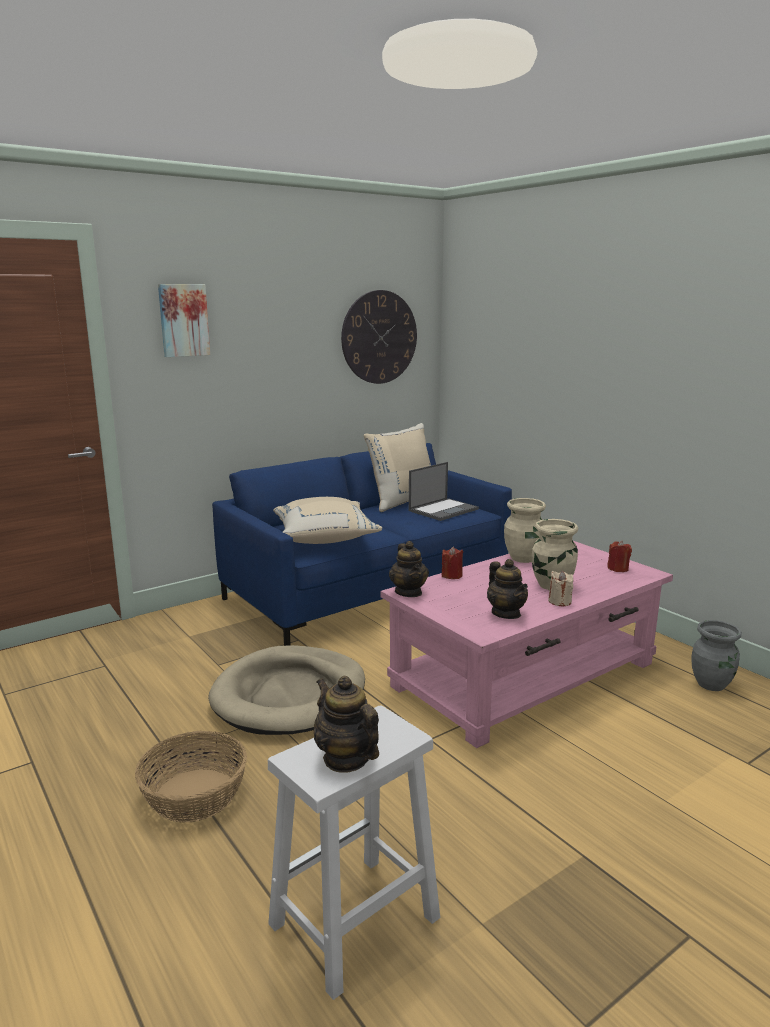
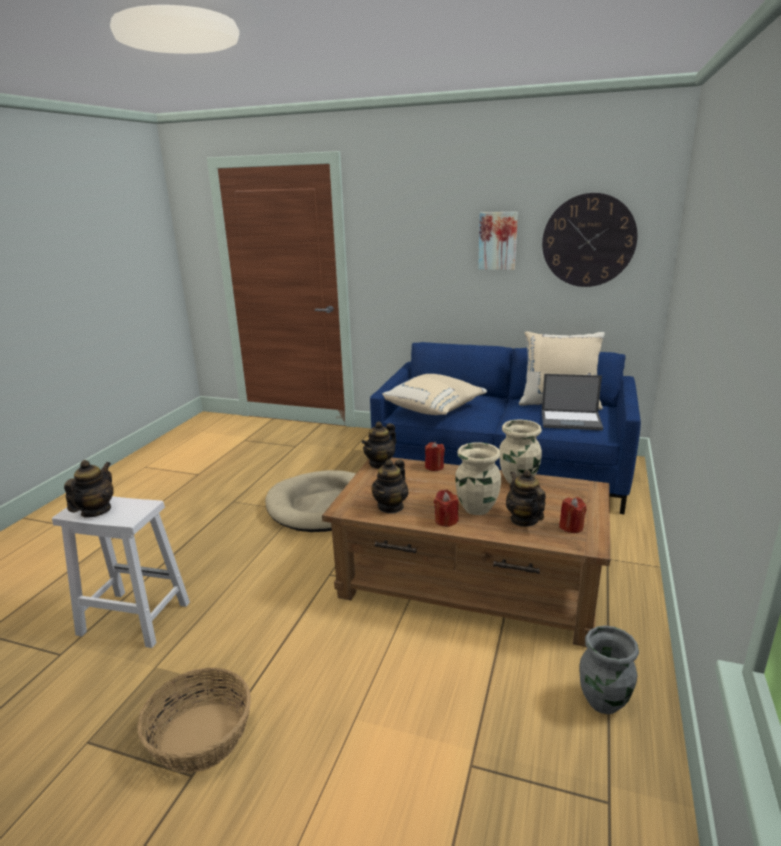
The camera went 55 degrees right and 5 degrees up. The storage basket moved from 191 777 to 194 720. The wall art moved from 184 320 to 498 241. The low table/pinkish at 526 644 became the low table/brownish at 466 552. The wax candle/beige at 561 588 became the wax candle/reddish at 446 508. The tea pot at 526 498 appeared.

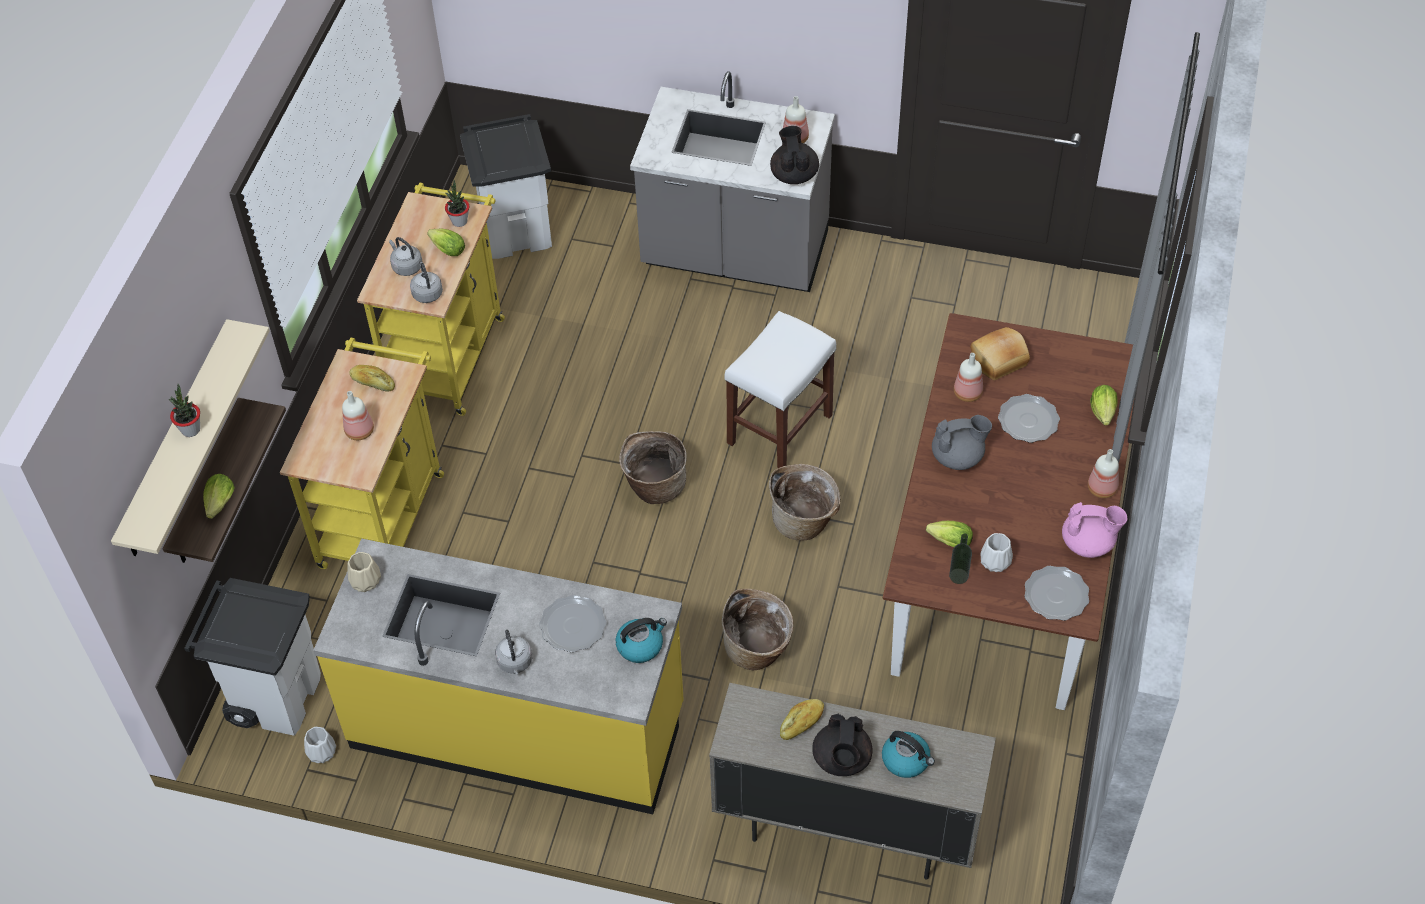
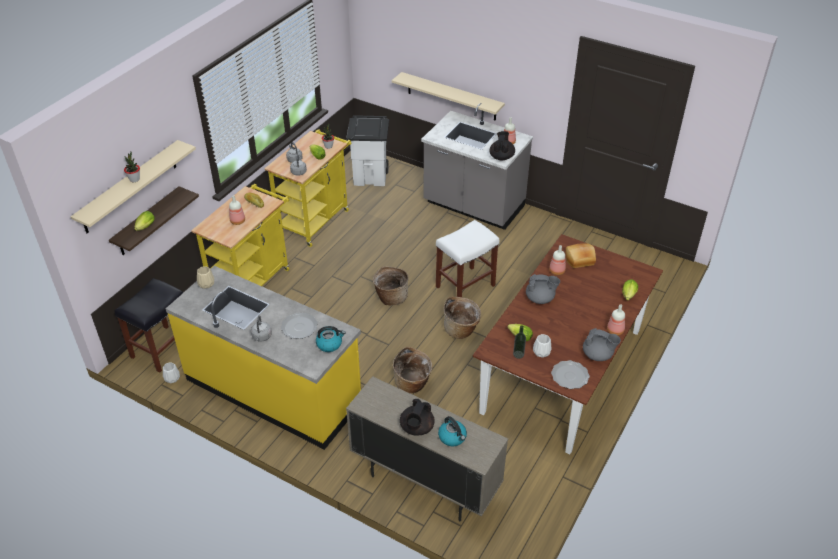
The camera went 15 degrees right and 10 degrees down. The trash can/white-coloured at 252 657 was replaced by the stool seat/blackish at 149 325. The bread at 802 719 disappeared. The flat dish at 1029 418 disappeared. The tea pot/pinkish at 1094 530 became the tea pot/grey at 602 344. The wall shelf/beige at 448 96 appeared.

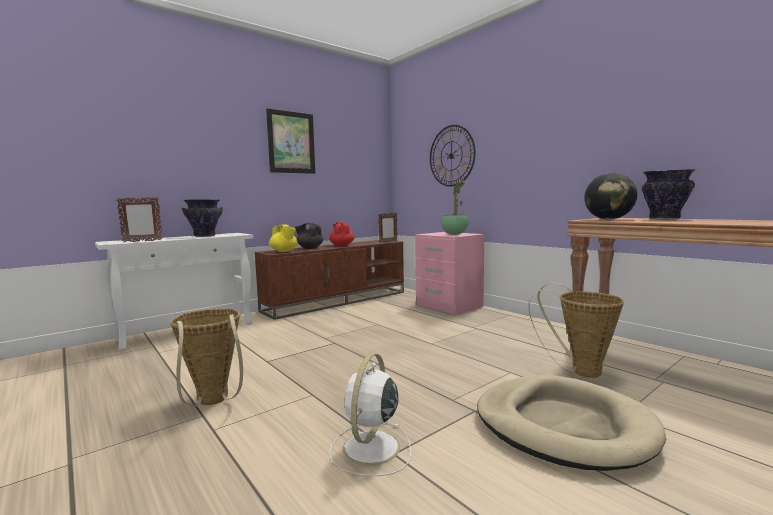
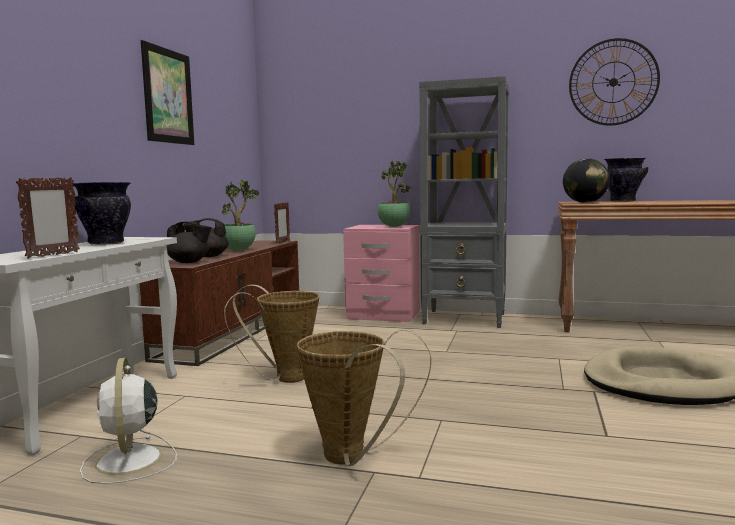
The camera went 35 degrees left and 0 degrees up. The tea pot/yellow-coloured at 283 238 became the tea pot/blackish at 189 242. The tea pot/reddish at 342 233 was replaced by the potted plant at 240 215. The electric fan/white-coloured moved from 370 414 to 128 421. The clock on the wall moved from 452 156 to 614 82. The storage basket moved from 576 330 to 272 334. The shelving unit/grey at 464 202 appeared.

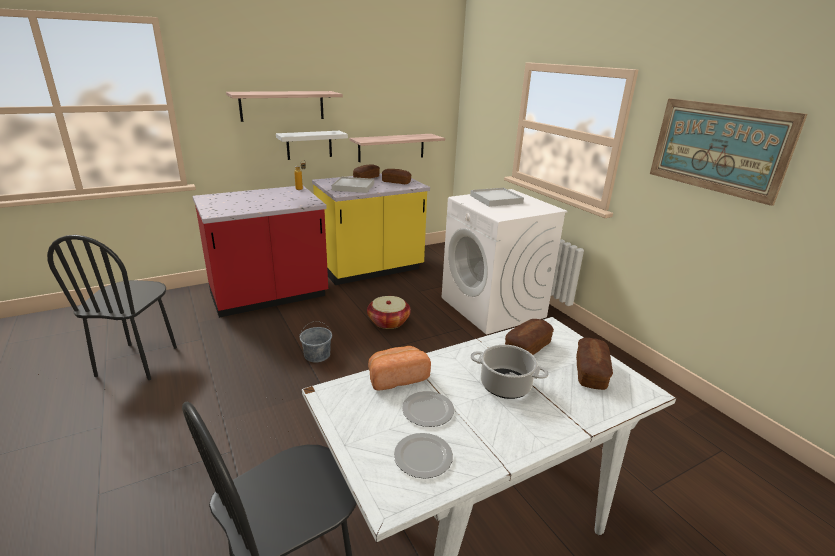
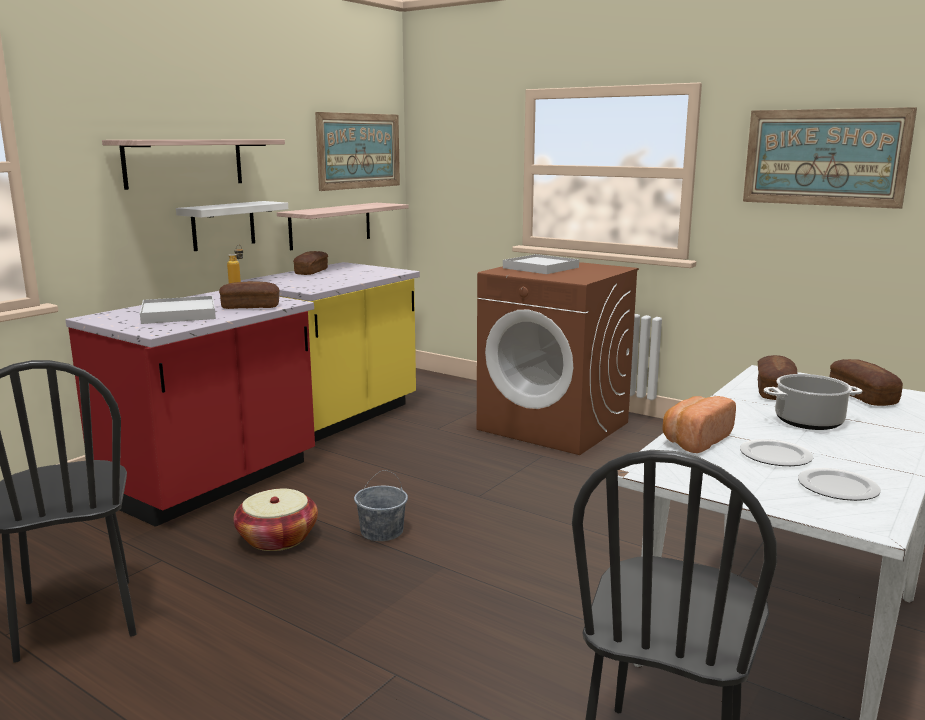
The camera went 25 degrees left and 10 degrees down. The serving tray/white-coloured moved from 353 185 to 178 310. The storage basket moved from 389 312 to 275 519. The bread moved from 396 176 to 249 295. The laundry appliance/white-coloured at 505 262 became the laundry appliance/brownish at 558 358. The wall art at 357 151 appeared.

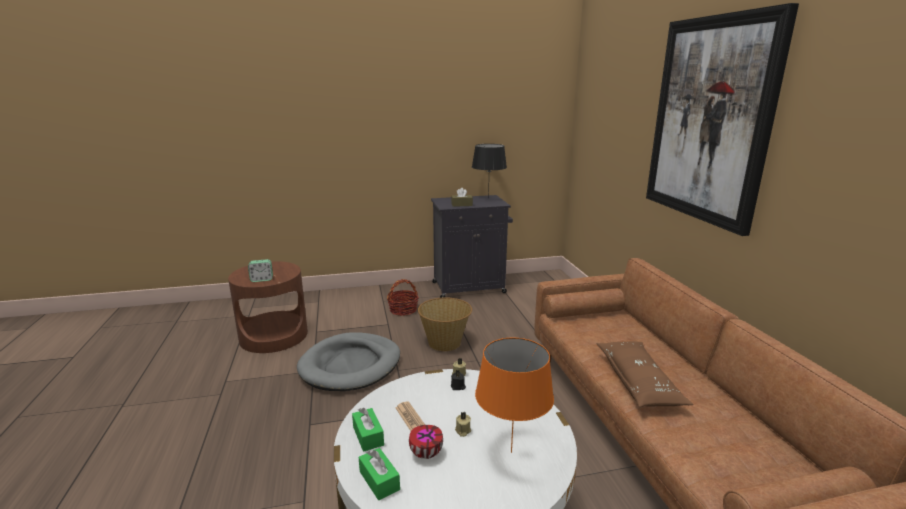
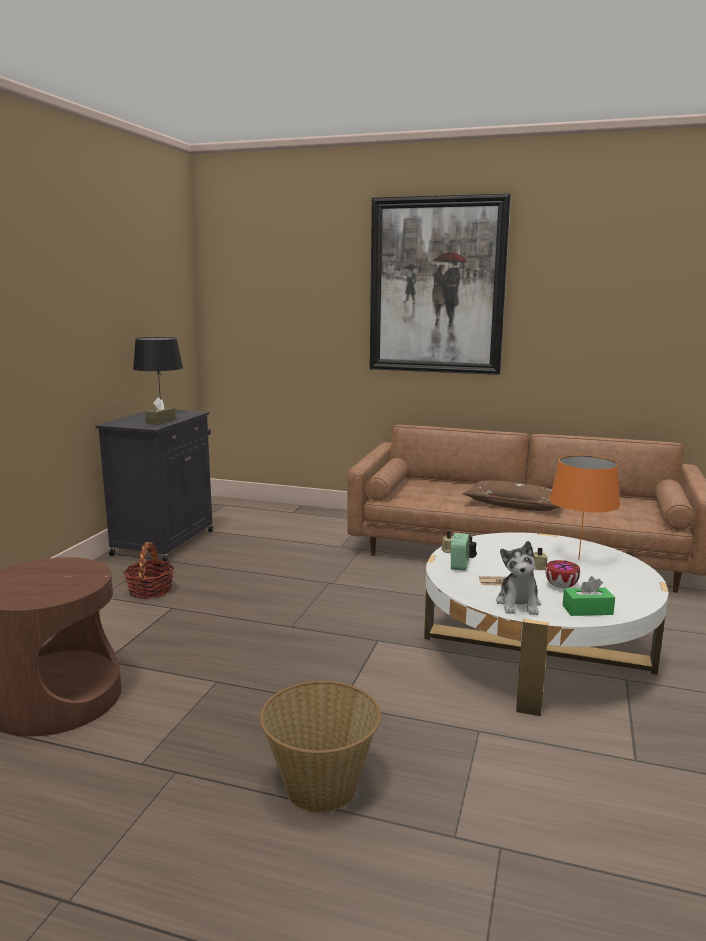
The camera went 60 degrees left and 5 degrees down. The bedside clock moved from 260 270 to 460 552. The dog cushion/grey at 348 361 disappeared. The tissue box/green at 368 430 was replaced by the plush toy at 518 578. The storage basket moved from 445 324 to 320 747.

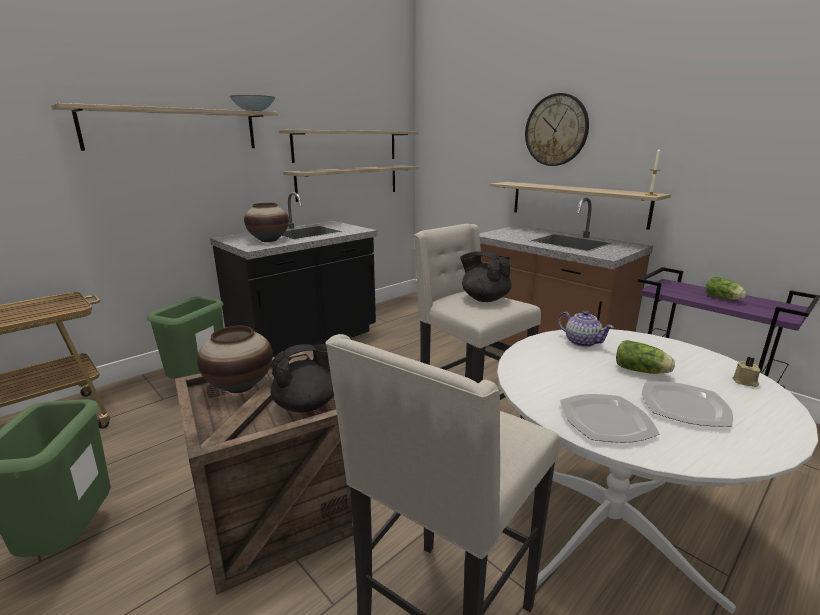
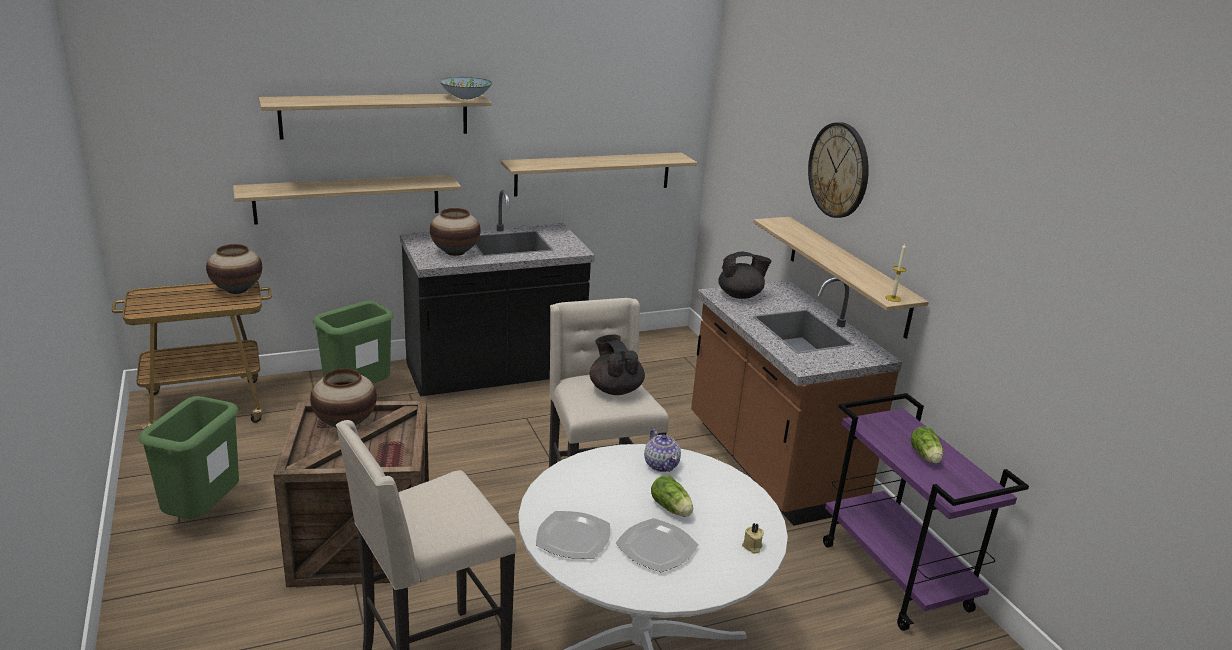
The camera went 20 degrees right and 5 degrees up. The tea pot/blackish moved from 302 378 to 745 275. The wall shelf moved from 349 146 to 347 200. The flower vase at 234 269 appeared.

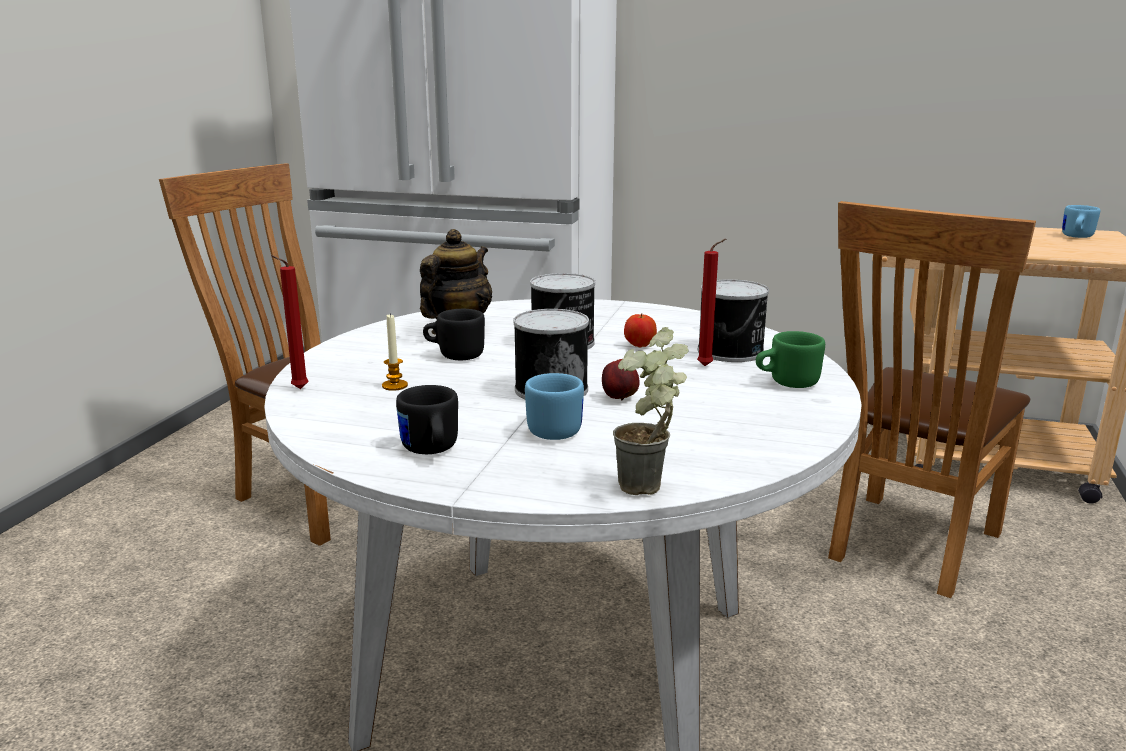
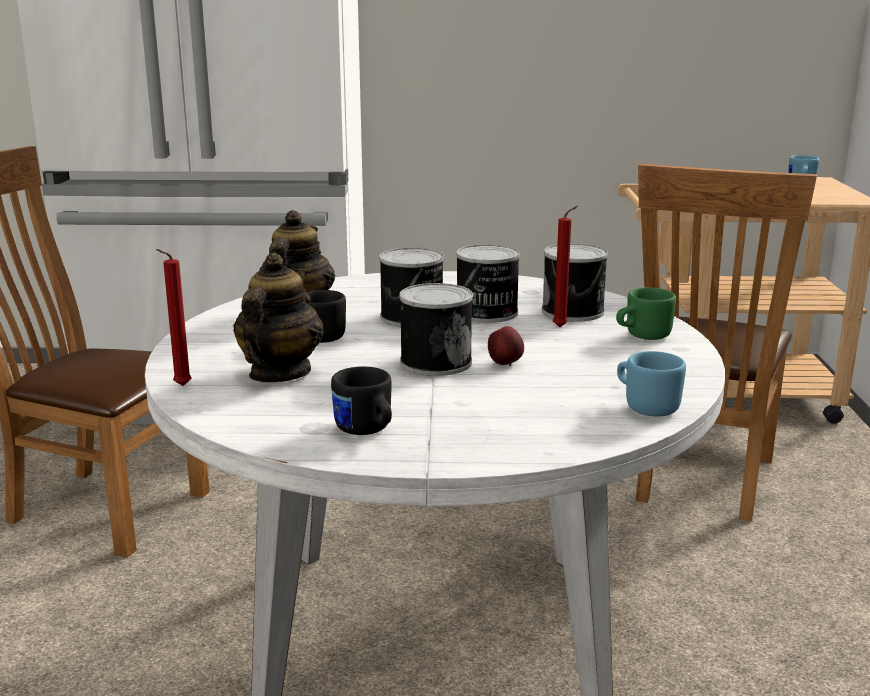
The camera went 15 degrees left and 0 degrees up. The wax candle at 395 352 was replaced by the tea pot at 278 317. The tea mug/blue moved from 554 406 to 651 384. The potted plant at 650 411 disappeared. The apple fruit at 640 330 was replaced by the metal can at 488 283.

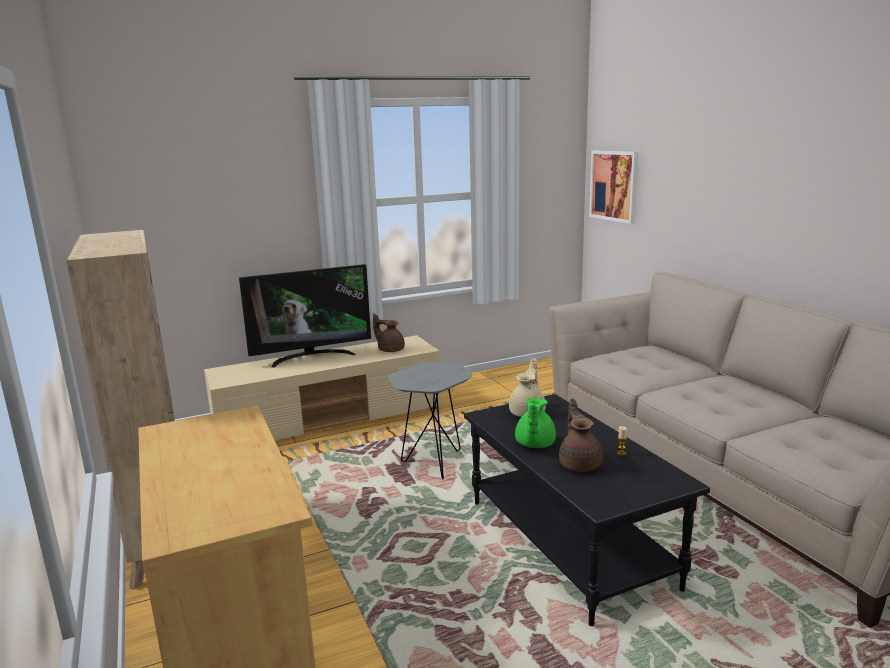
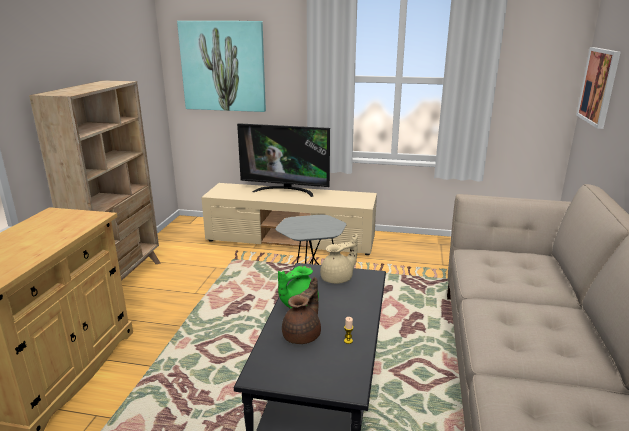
The camera went 35 degrees right and 5 degrees up. The tea pot/brownish at 389 332 disappeared. The wall art at 221 66 appeared.

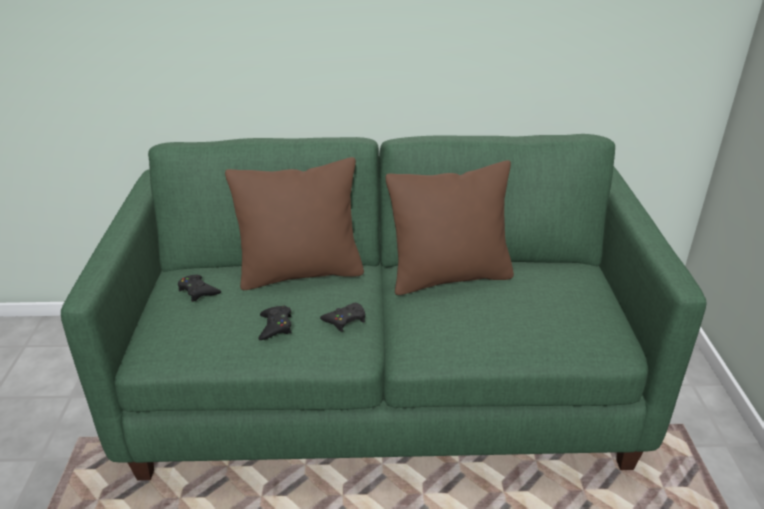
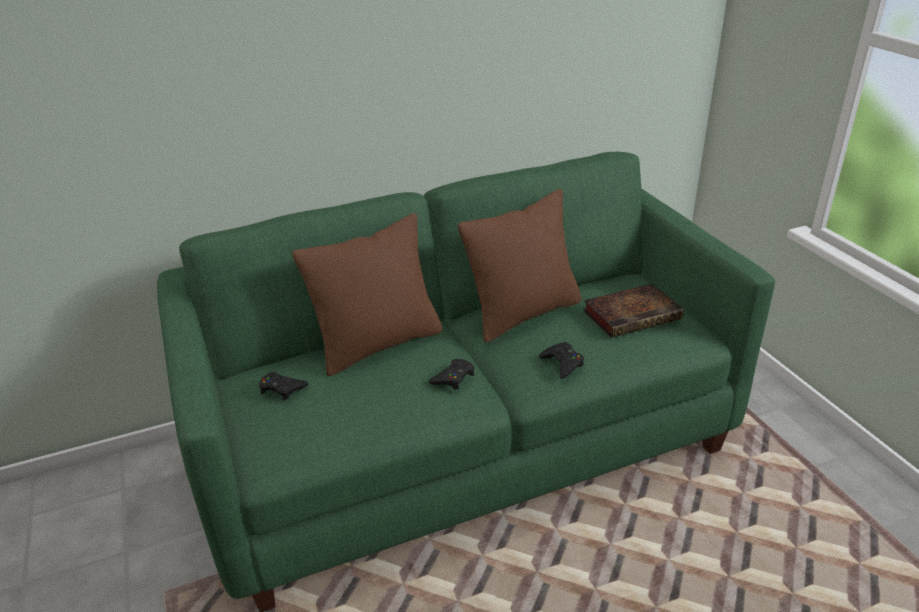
The camera went 20 degrees left and 0 degrees up. The game controller/blackish moved from 274 323 to 561 360. The bound book at 633 311 appeared.

